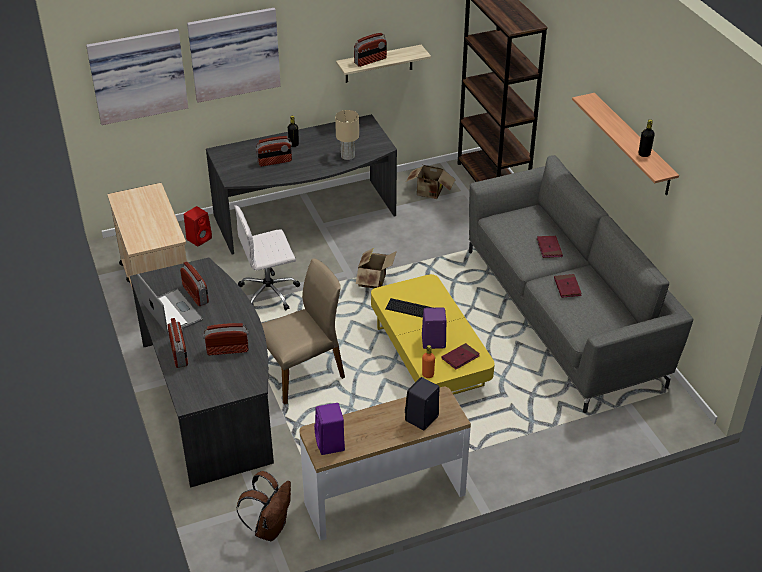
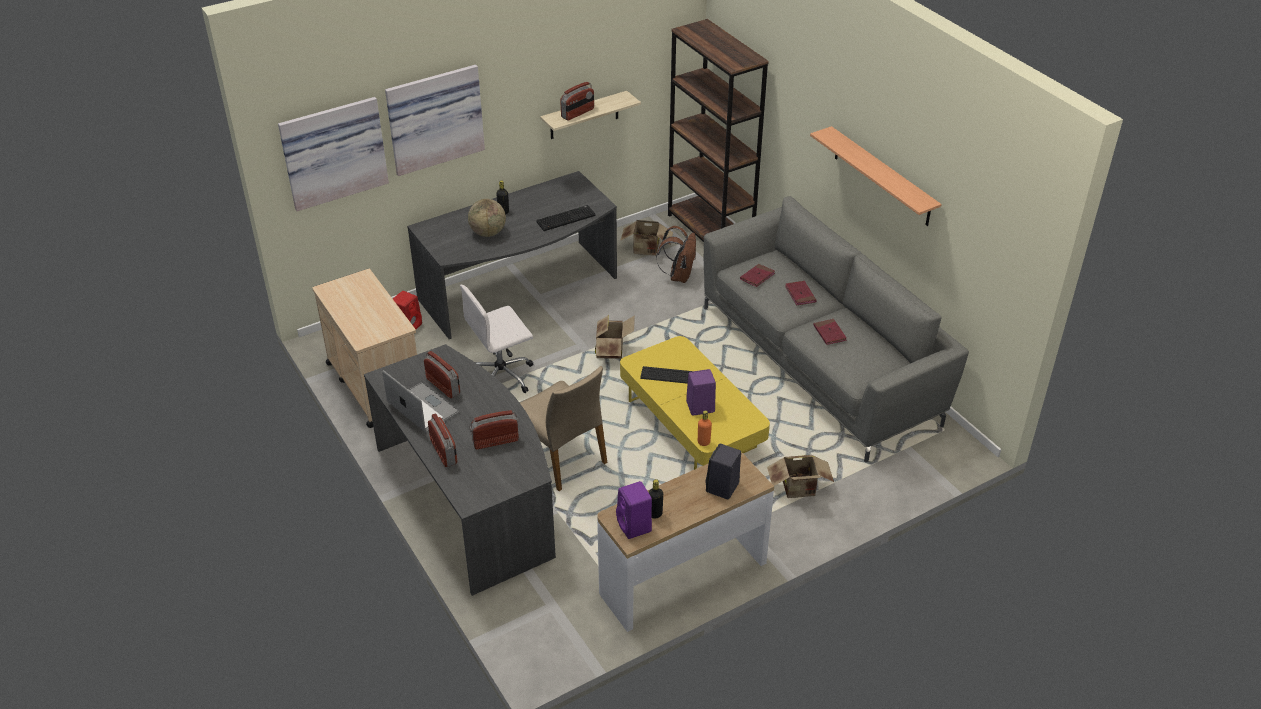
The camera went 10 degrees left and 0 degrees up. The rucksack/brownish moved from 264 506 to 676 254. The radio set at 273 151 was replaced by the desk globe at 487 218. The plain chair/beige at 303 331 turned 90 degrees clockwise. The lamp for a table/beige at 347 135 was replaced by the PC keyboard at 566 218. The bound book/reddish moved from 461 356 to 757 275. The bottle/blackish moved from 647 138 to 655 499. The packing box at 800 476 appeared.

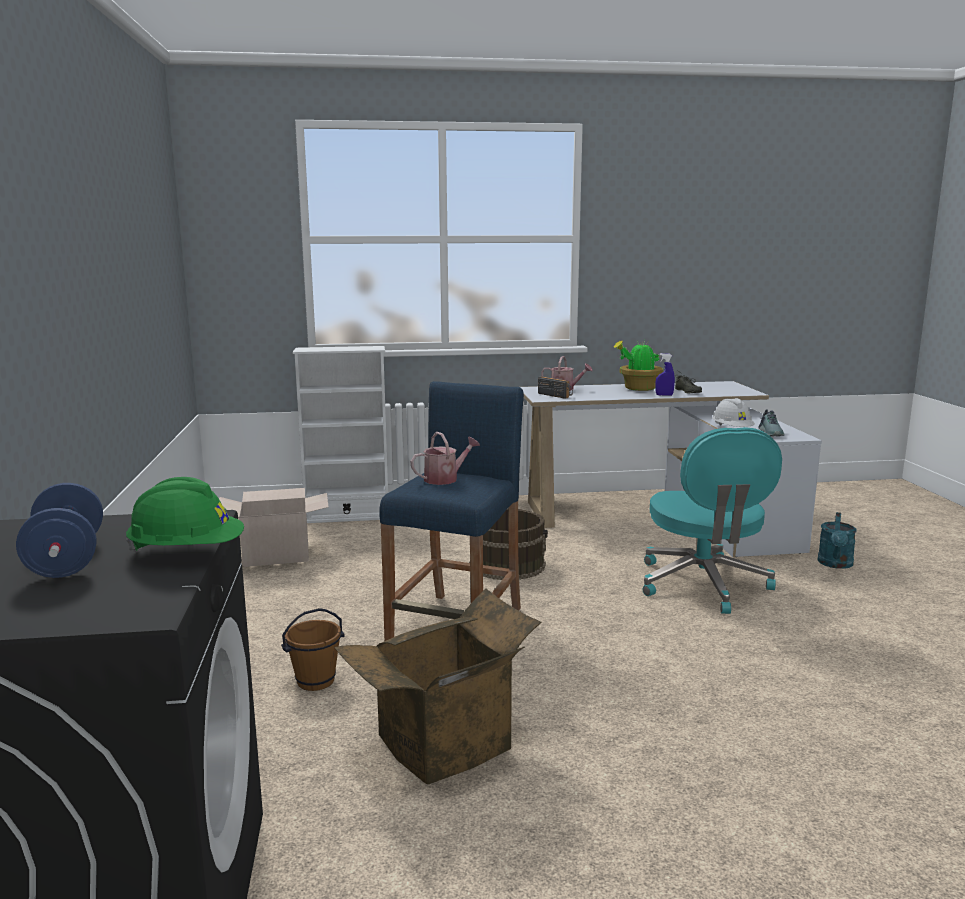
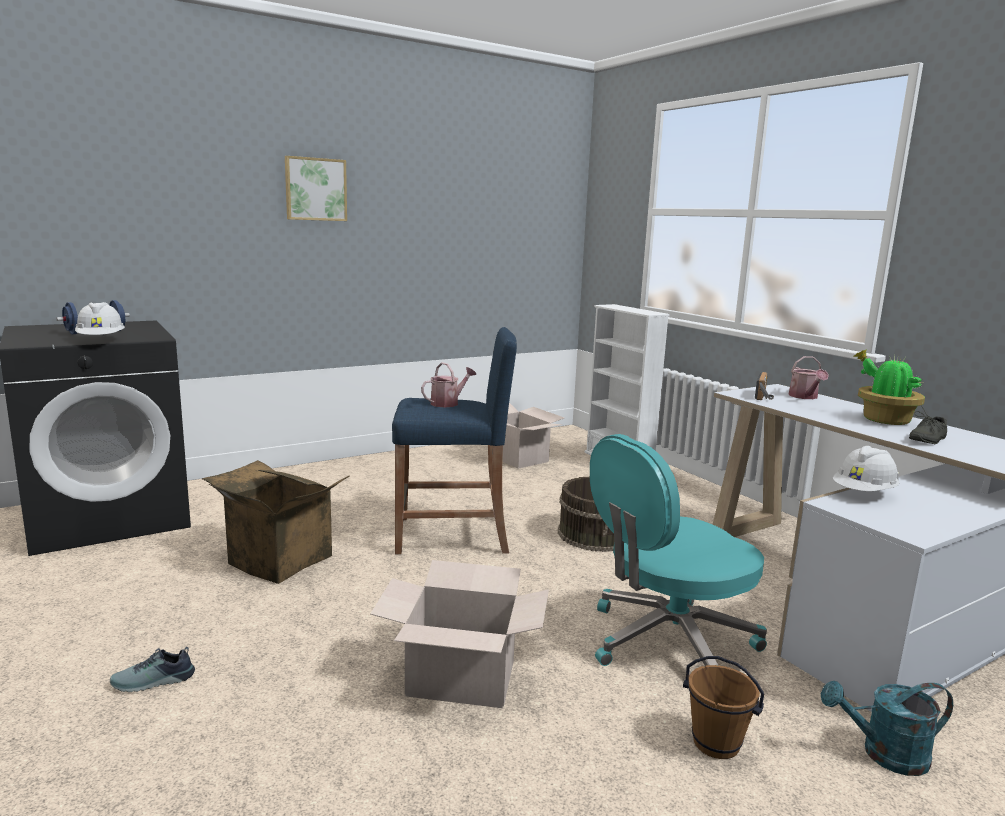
The camera went 65 degrees right and 0 degrees up. The safety helmet/green at 185 514 became the safety helmet/white-coloured at 100 319. The bucket/brownish moved from 313 649 to 723 707. The watering pot at 445 458 turned 75 degrees counterclockwise. The hand sprayer/blue at 665 374 disappeared. The shoe moved from 772 422 to 152 669. The wall art at 316 188 appeared. The packing box at 460 634 appeared.

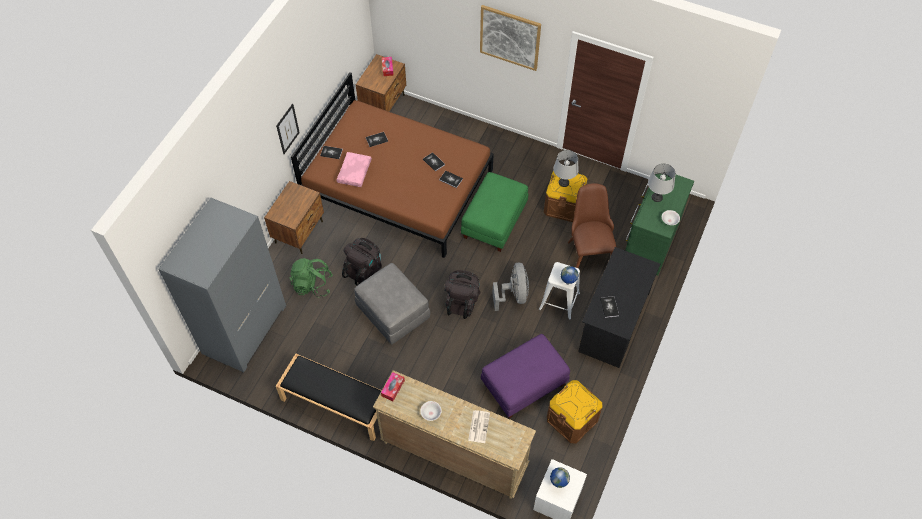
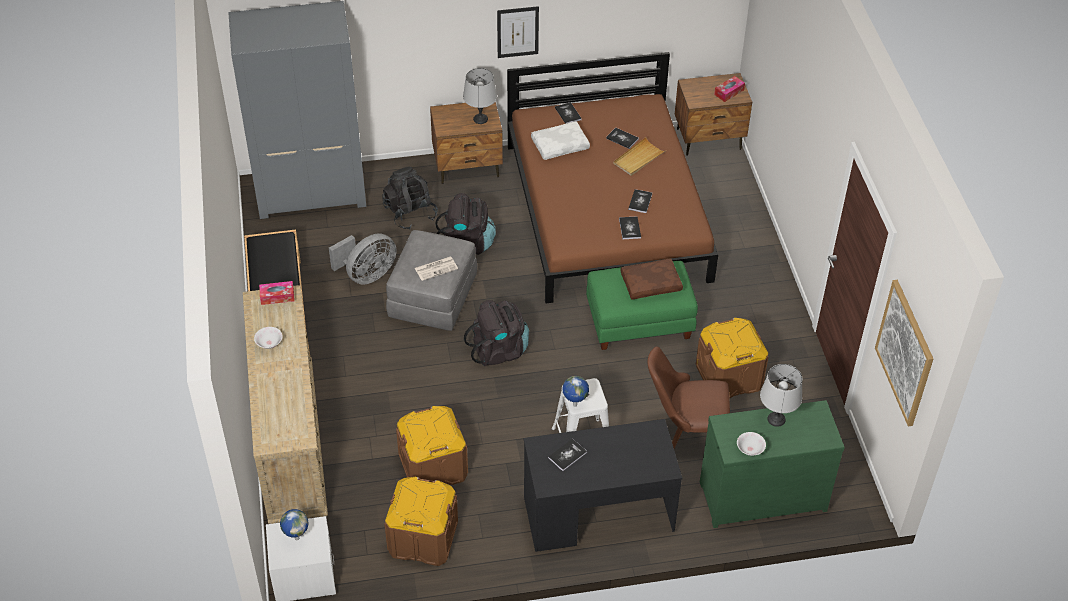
The camera went 55 degrees right and 10 degrees down. The rucksack/green at 311 278 became the rucksack/blackish at 410 198. The throw pillow/pinkish at 354 169 became the throw pillow/white-coloured at 560 140. The printed paper moved from 479 426 to 436 269. The wall art moved from 510 38 to 904 353. The pouffe/purple at 525 376 was replaced by the storage bin/brownish at 432 445. The electric fan/grey moved from 510 287 to 362 258. The lamp for a table/grey moved from 566 168 to 480 96. The plain chair/brownish at 592 225 turned 135 degrees counterclockwise. The serving tray/beige at 639 156 appeared. The throw pillow/brownish at 651 279 appeared.

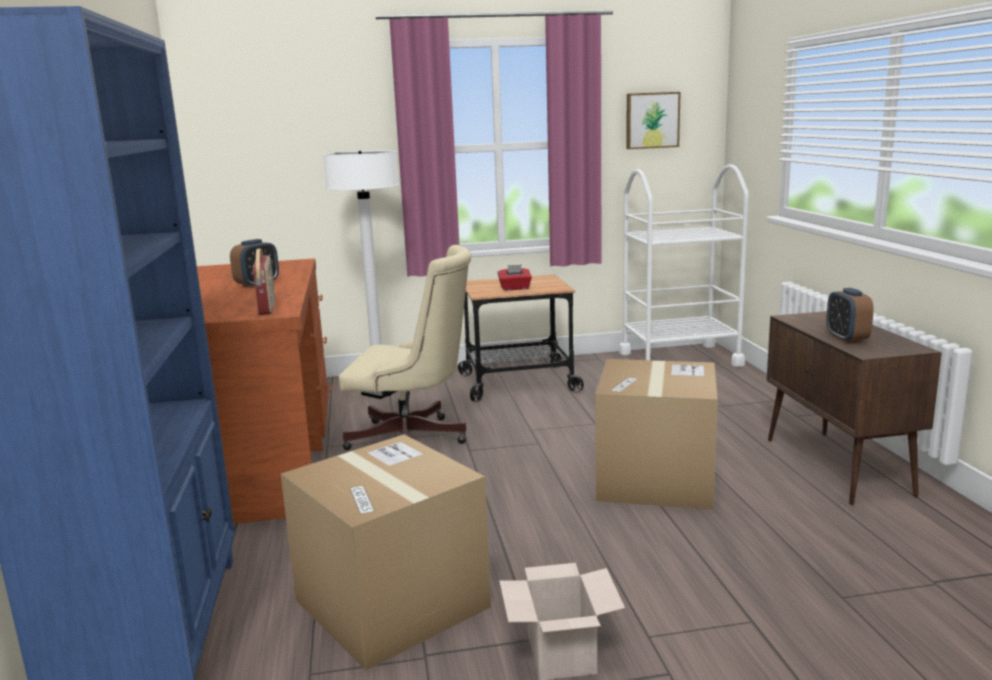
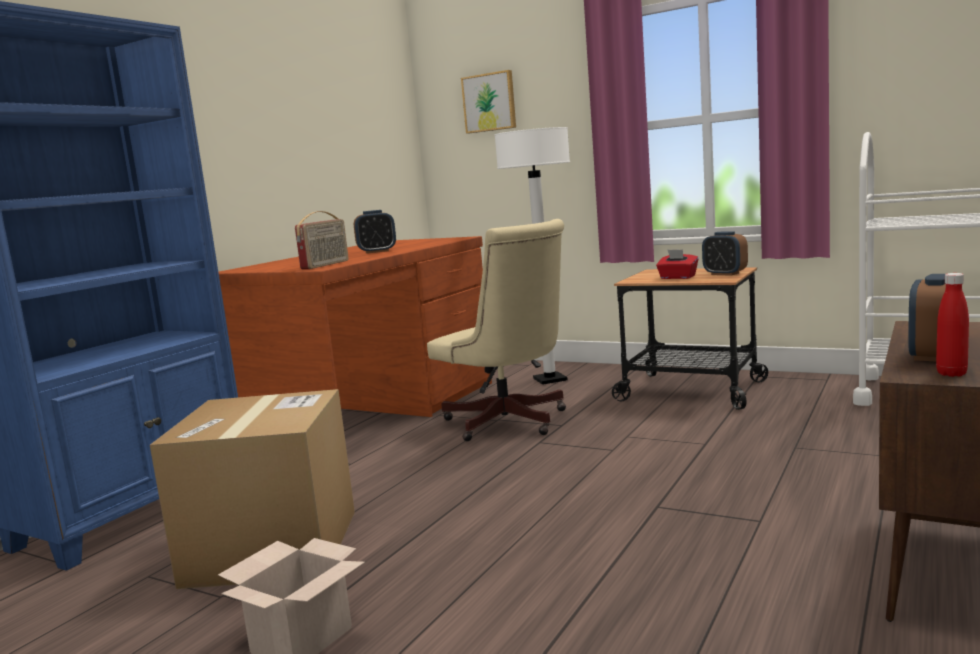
The camera went 40 degrees right and 5 degrees down. The packing box at 656 434 disappeared. The wall art moved from 653 120 to 488 101. The bedside clock at 725 253 appeared. The bottle/reddish at 952 325 appeared.

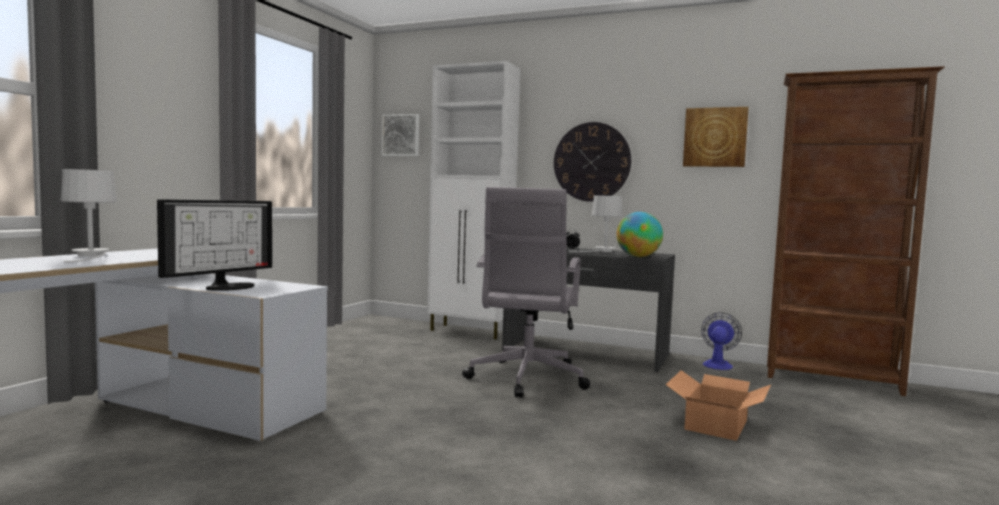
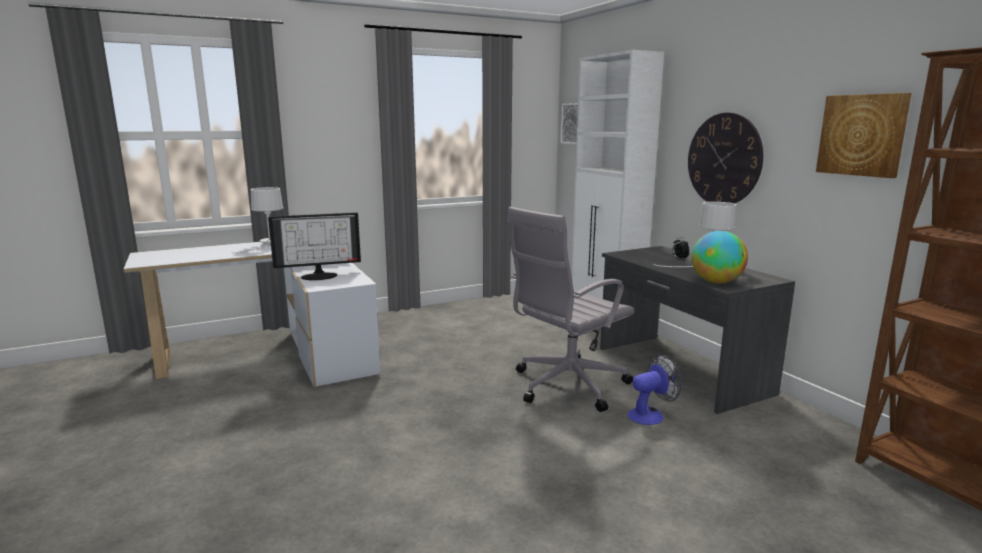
The camera went 40 degrees right and 10 degrees up. The packing box at 718 405 disappeared. The electric fan moved from 721 341 to 655 390.

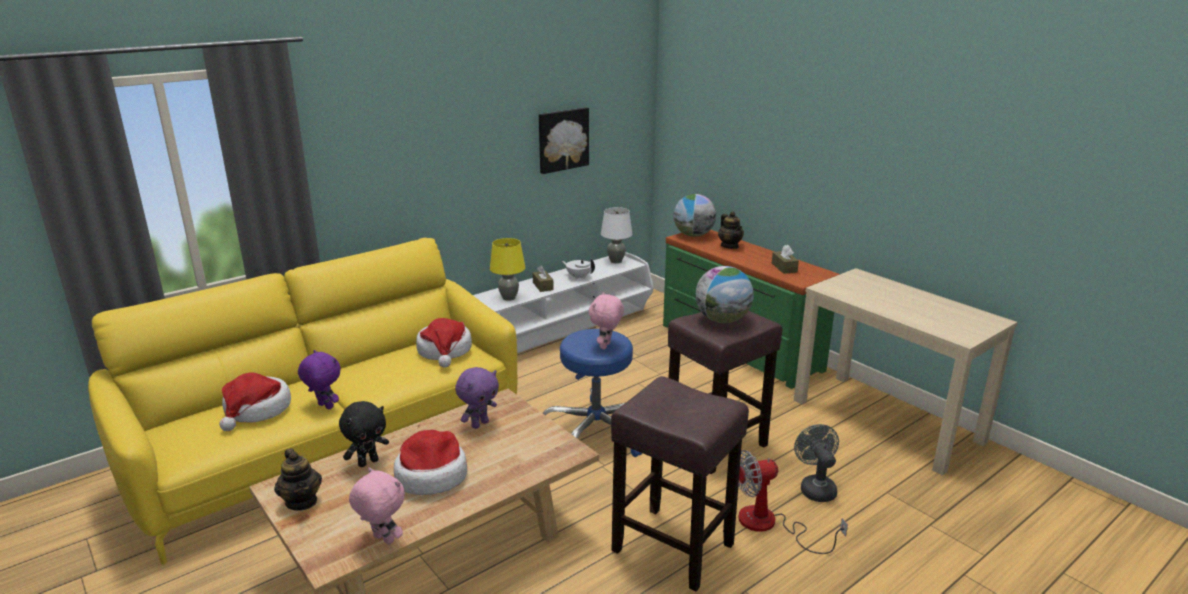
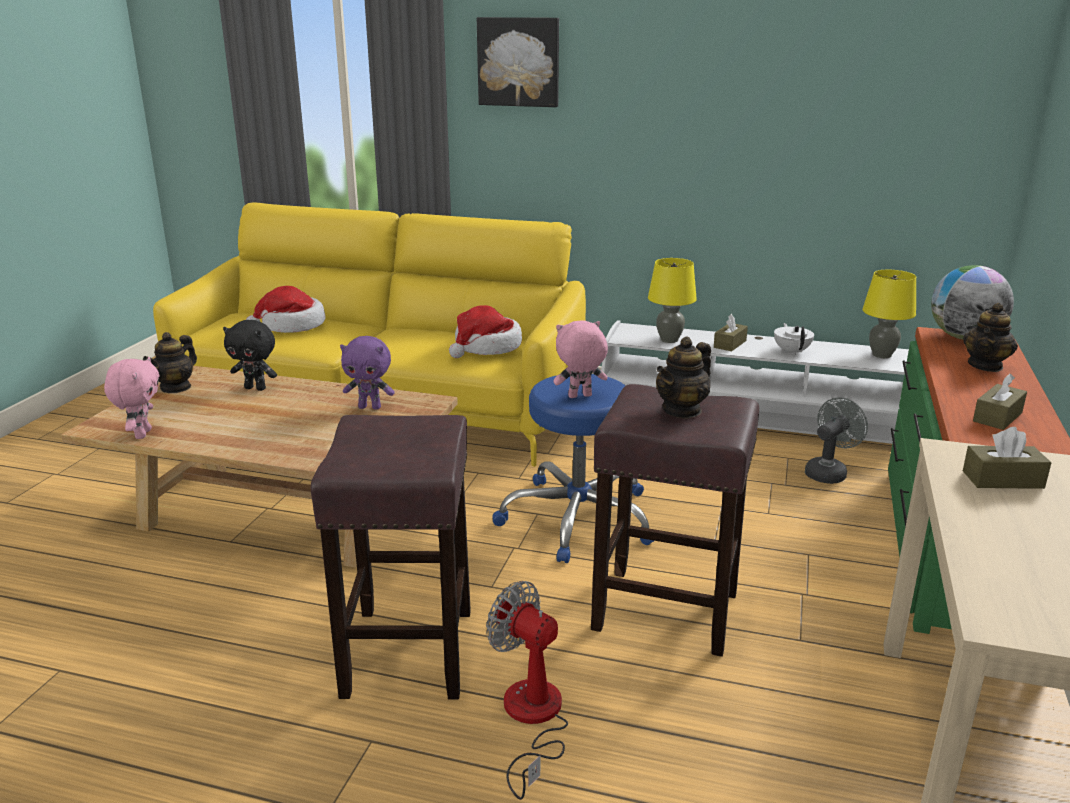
The camera went 55 degrees right and 0 degrees up. The plush toy/purple at 319 379 disappeared. The clothing hat at 430 462 disappeared. The wall art moved from 564 140 to 518 62. The lamp for a table/white-coloured at 617 235 became the lamp for a table/yellow-coloured at 889 314. The desk globe at 724 294 was replaced by the tea pot at 683 378. The electric fan/grey moved from 816 463 to 836 440. The tissue box/brownish at 1007 458 appeared.

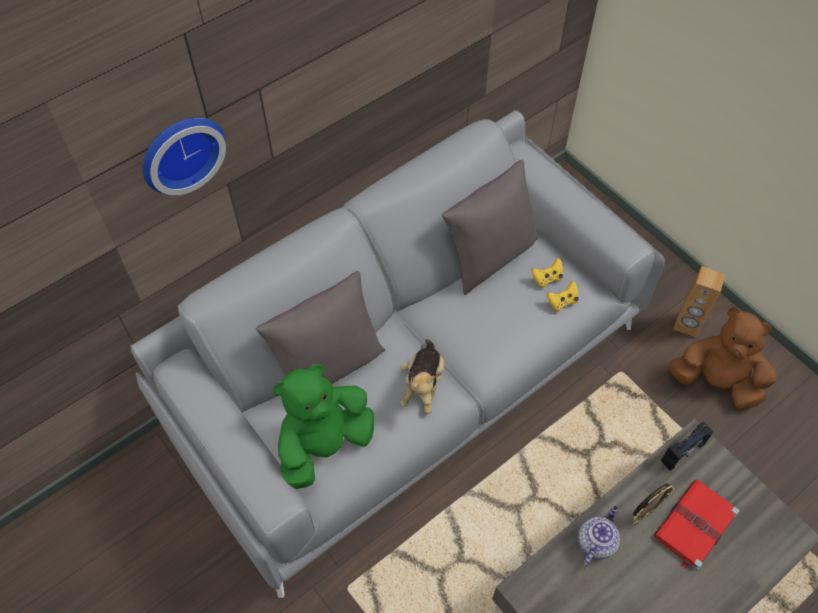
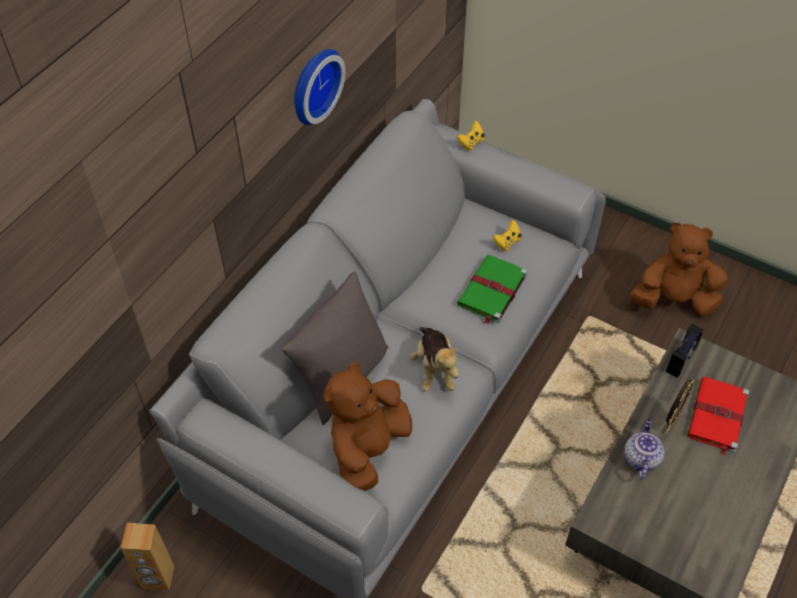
The camera went 20 degrees left and 5 degrees down. The clock on the wall moved from 184 156 to 319 87. The plush toy/green at 324 426 became the plush toy/brownish at 368 426. The throw pillow/grey at 490 227 disappeared. The game controller/yellow-coloured moved from 562 296 to 471 136. The speaker/brownish moved from 699 301 to 148 557. The bound book/green at 492 290 appeared.

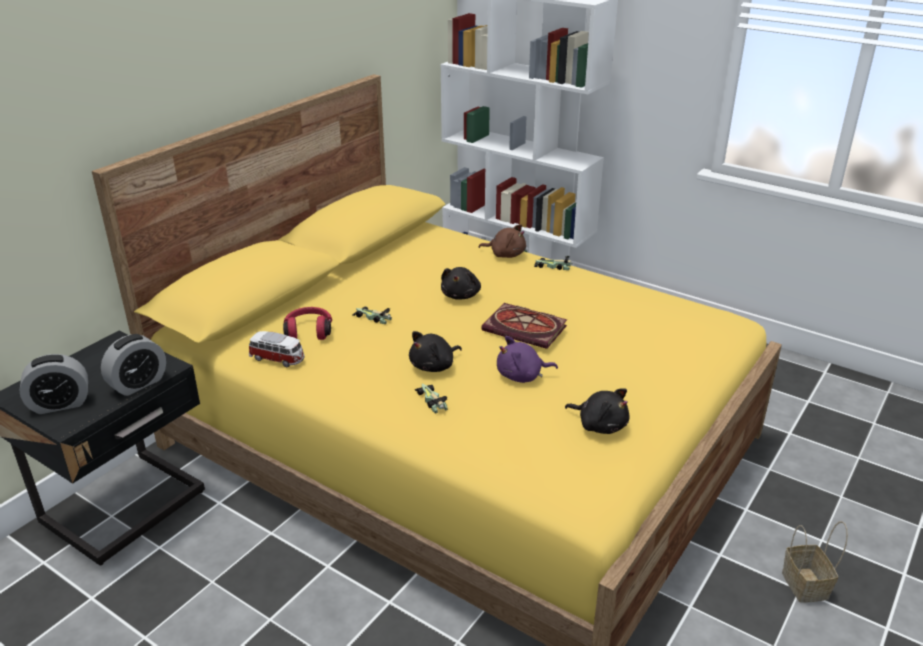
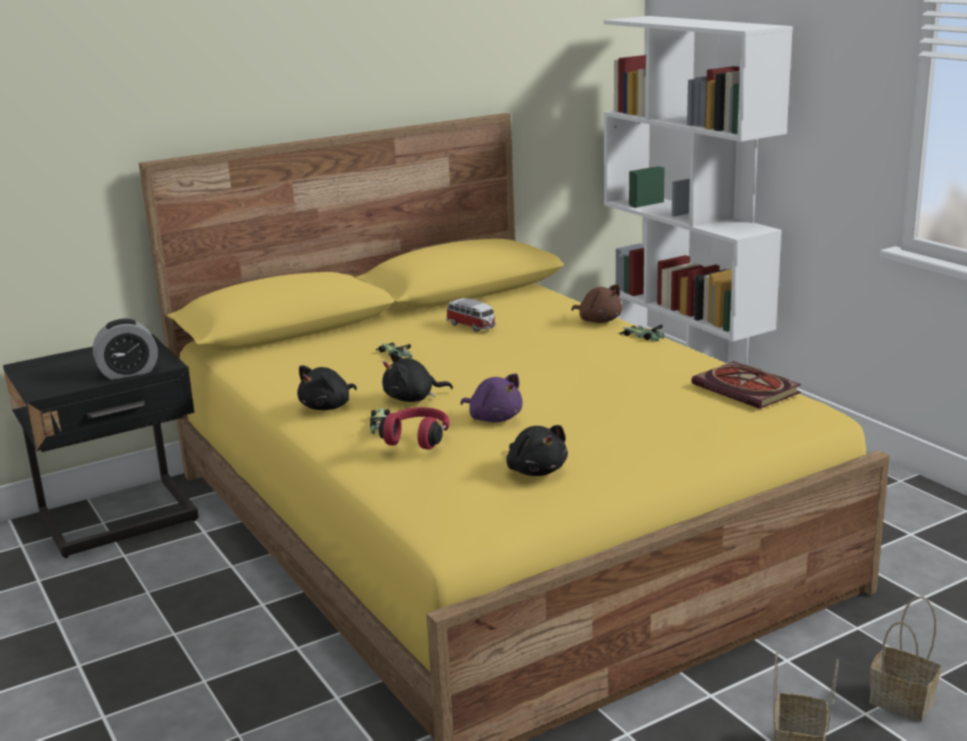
The camera went 25 degrees right and 10 degrees down. The bedside clock at 53 384 disappeared. The miniature car moved from 276 349 to 471 315. The pair of headphones/reddish moved from 307 323 to 414 428. The plush toy/blackish moved from 461 283 to 327 387. The bound book moved from 524 326 to 746 385. The plush toy/purple at 527 359 turned 150 degrees counterclockwise. The storage basket at 905 658 appeared.

